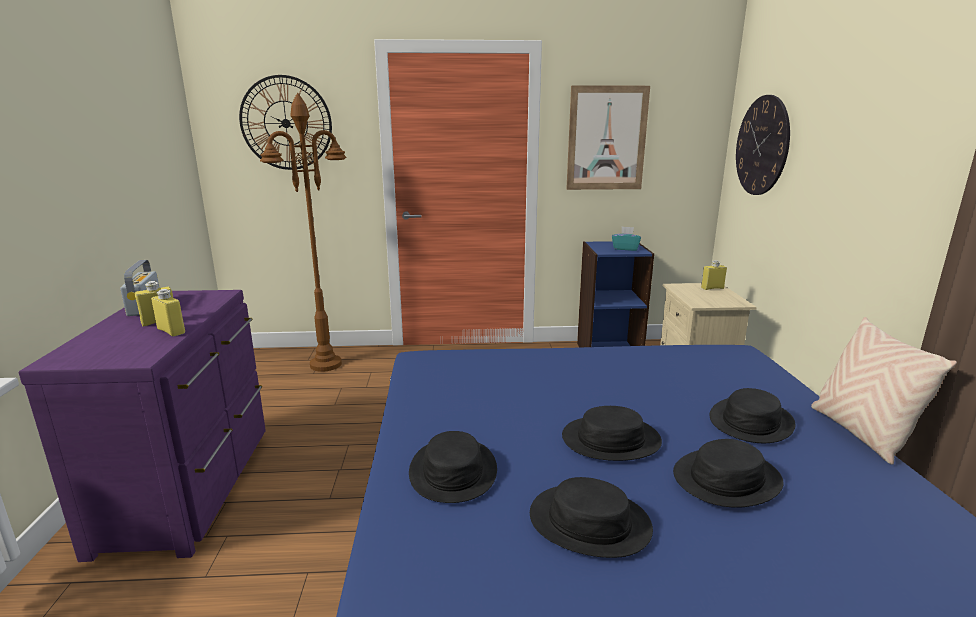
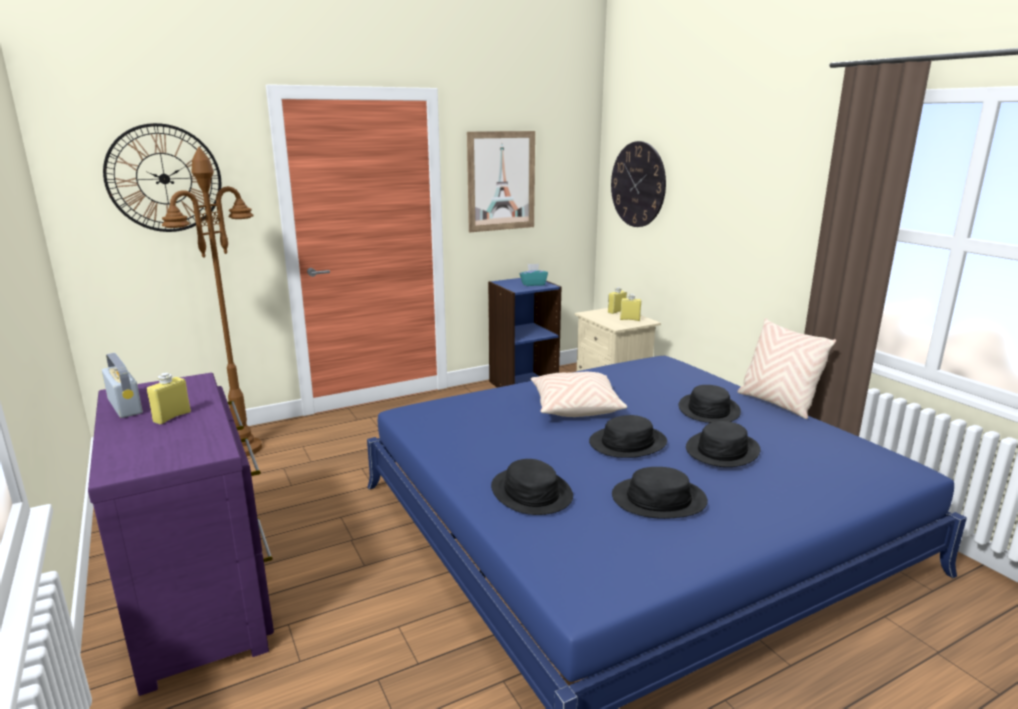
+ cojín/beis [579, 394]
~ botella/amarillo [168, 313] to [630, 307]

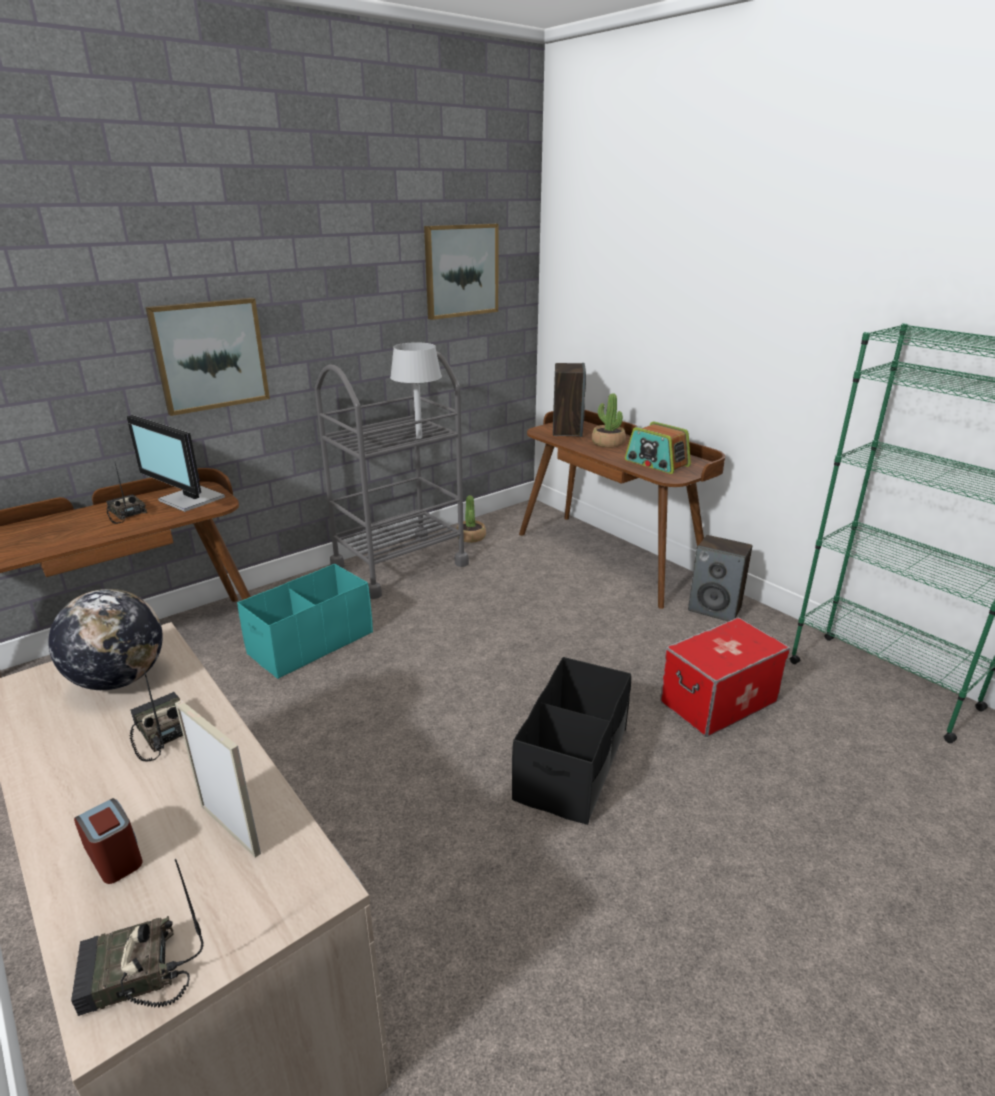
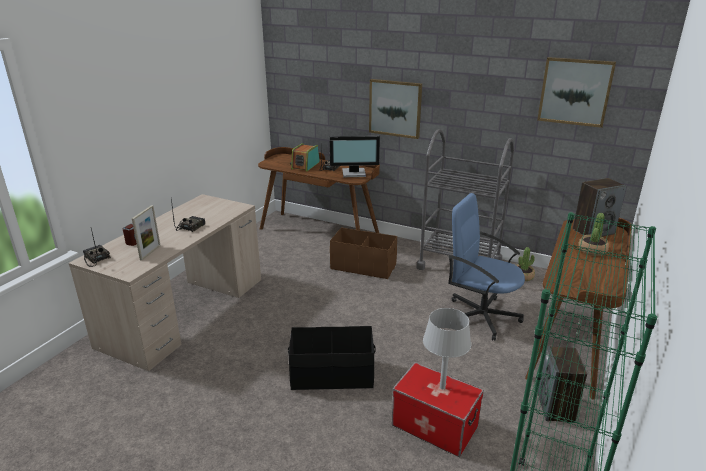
~ radio [658, 447] to [305, 157]
~ monitor [176, 463] = [354, 156] 105 degrees counterclockwise
~ caja de almacenaje/turquesa [305, 621] to caja de almacenaje/marrón [363, 253]
~ lámpara de mesa/gris [416, 390] to [447, 348]
+ silla de oficina/azul [486, 267]
- globo terráqueo [105, 639]

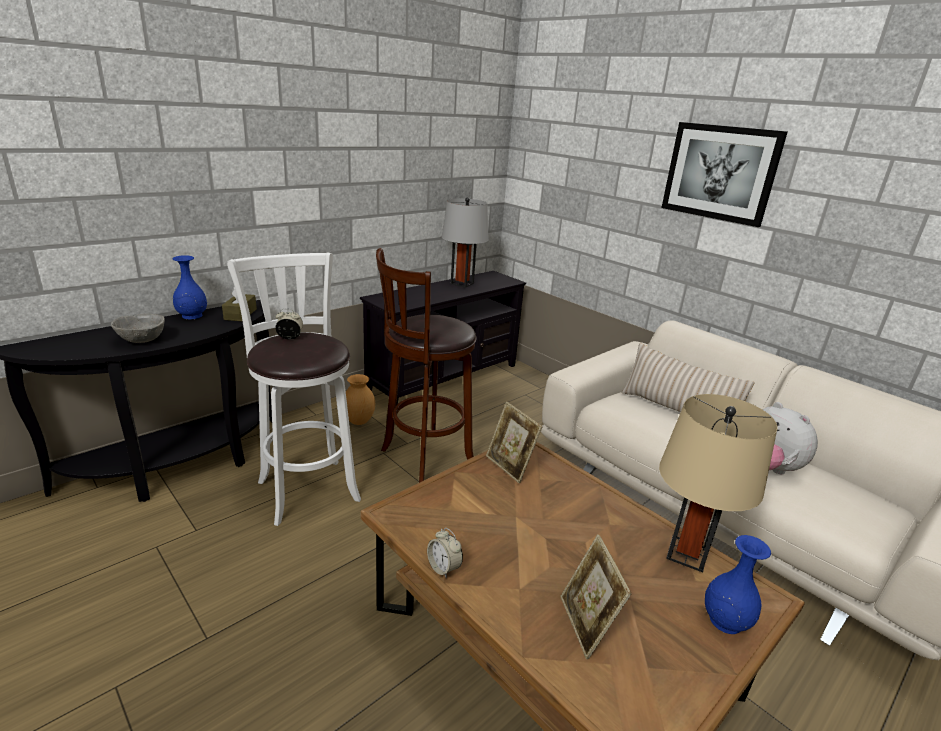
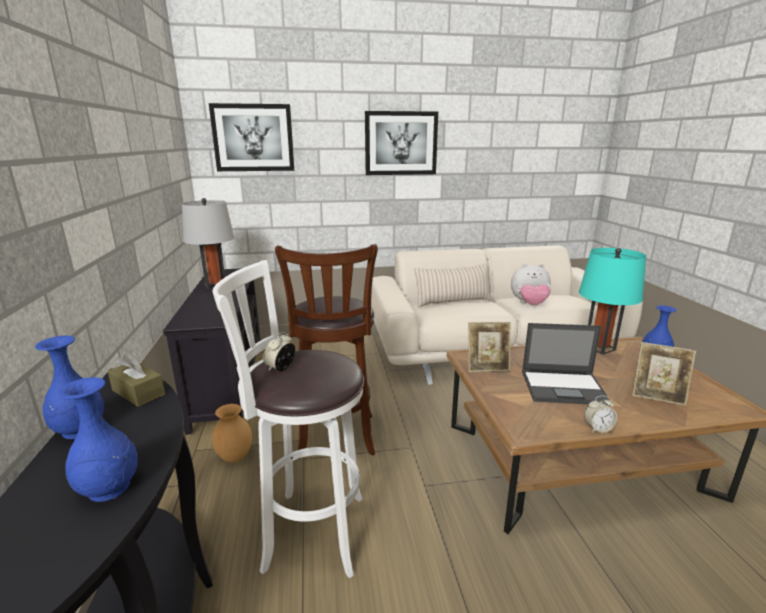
~ cuenco/gris [138, 328] to florero/azul [98, 439]
+ cuadro [251, 137]
+ portátil [566, 364]
~ lámpara de mesa/beis [718, 483] to lámpara de mesa/turquesa [612, 301]

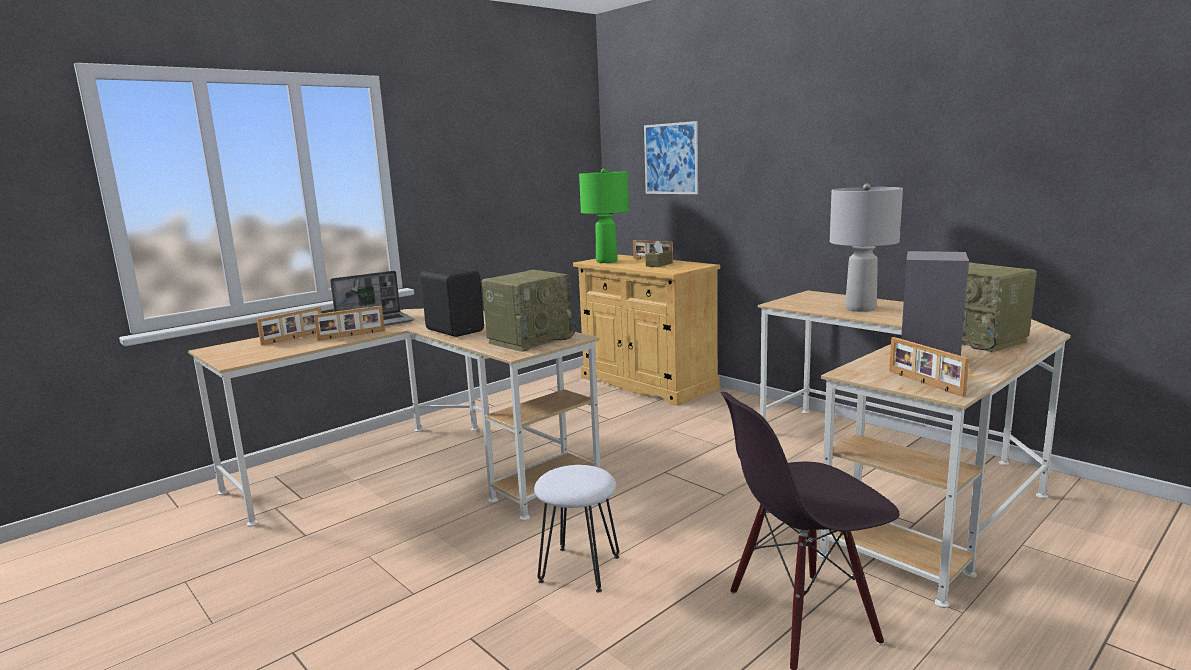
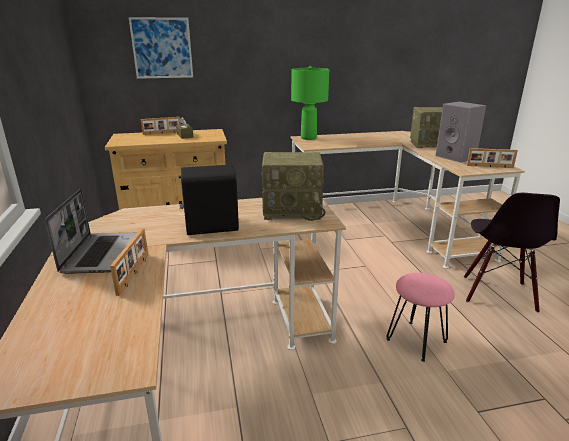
~ radio [529, 311] = [293, 186] 105 degrees clockwise
~ lámpara de mesa/verde [604, 216] to [310, 103]
~ taburete/blanco [576, 528] to taburete/rosa [420, 317]
- portarretratos [289, 326]
- lámpara de mesa/gris [866, 247]

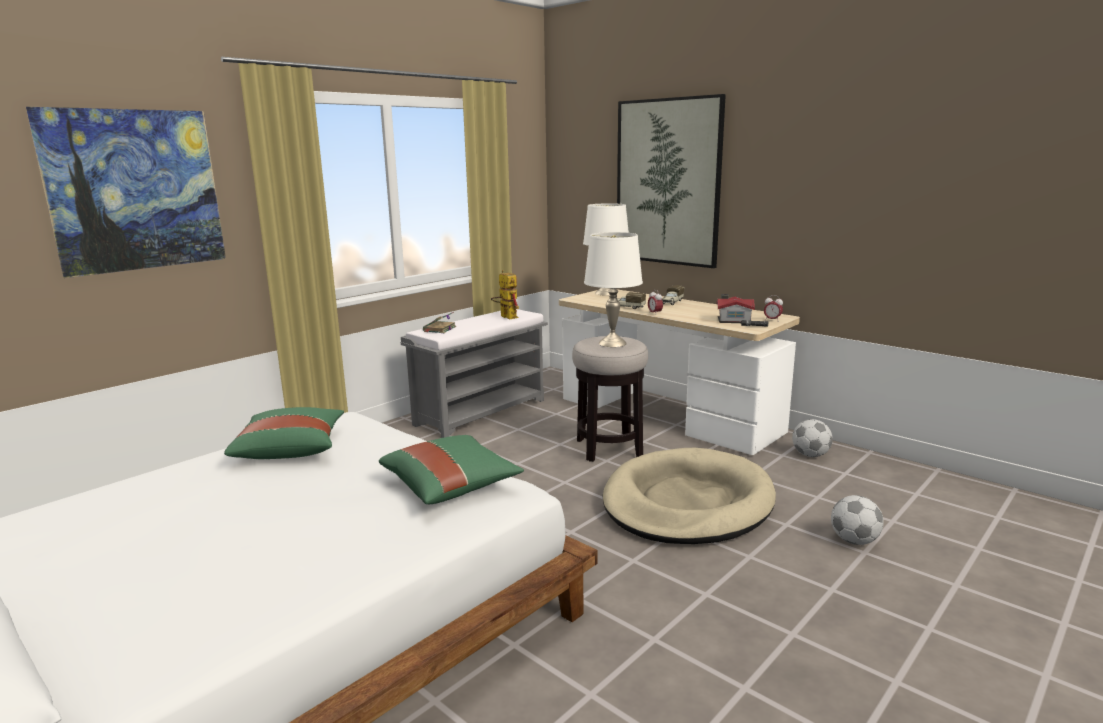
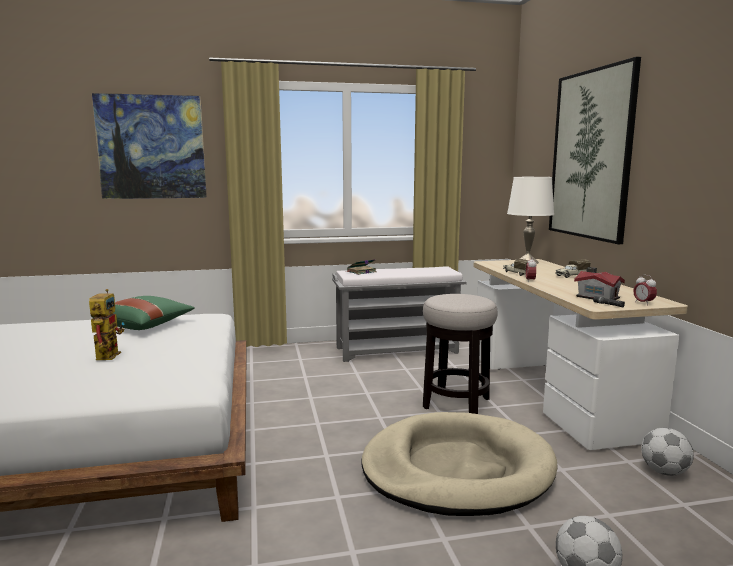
~ robot de juguete [505, 295] to [107, 324]
- cojín/verde [451, 469]
- lámpara de mesa/blanco [613, 289]

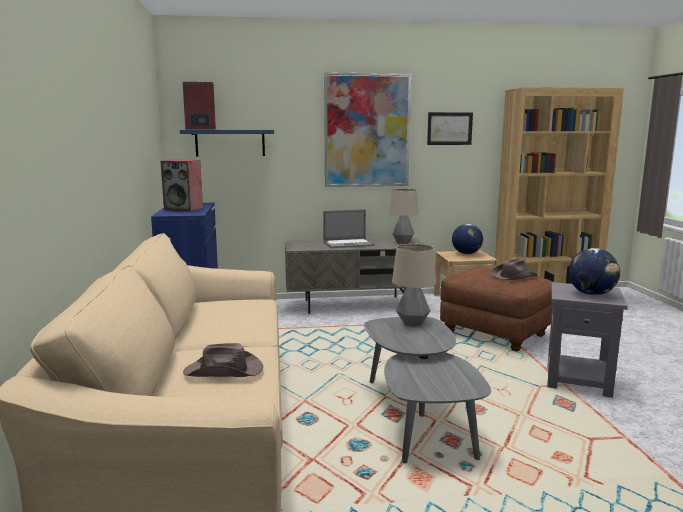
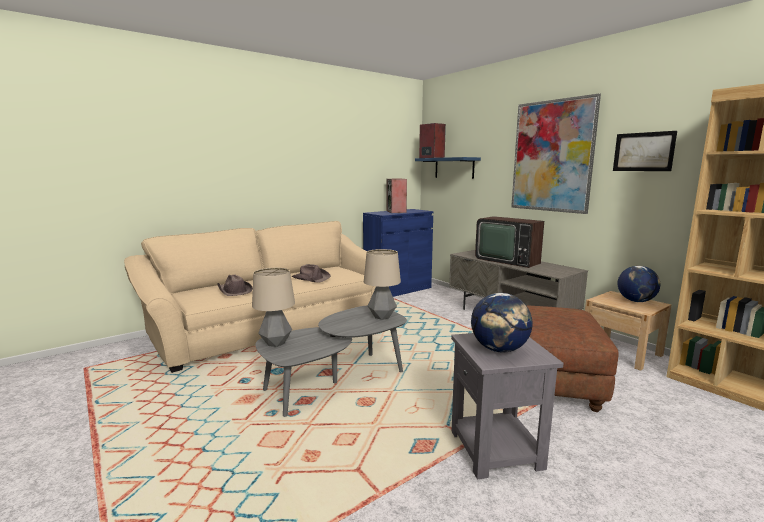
~ lámpara de mesa [404, 216] to [273, 307]
~ sombrero/marrón [514, 269] to [311, 273]
~ portátil [349, 229] to televisor [509, 242]

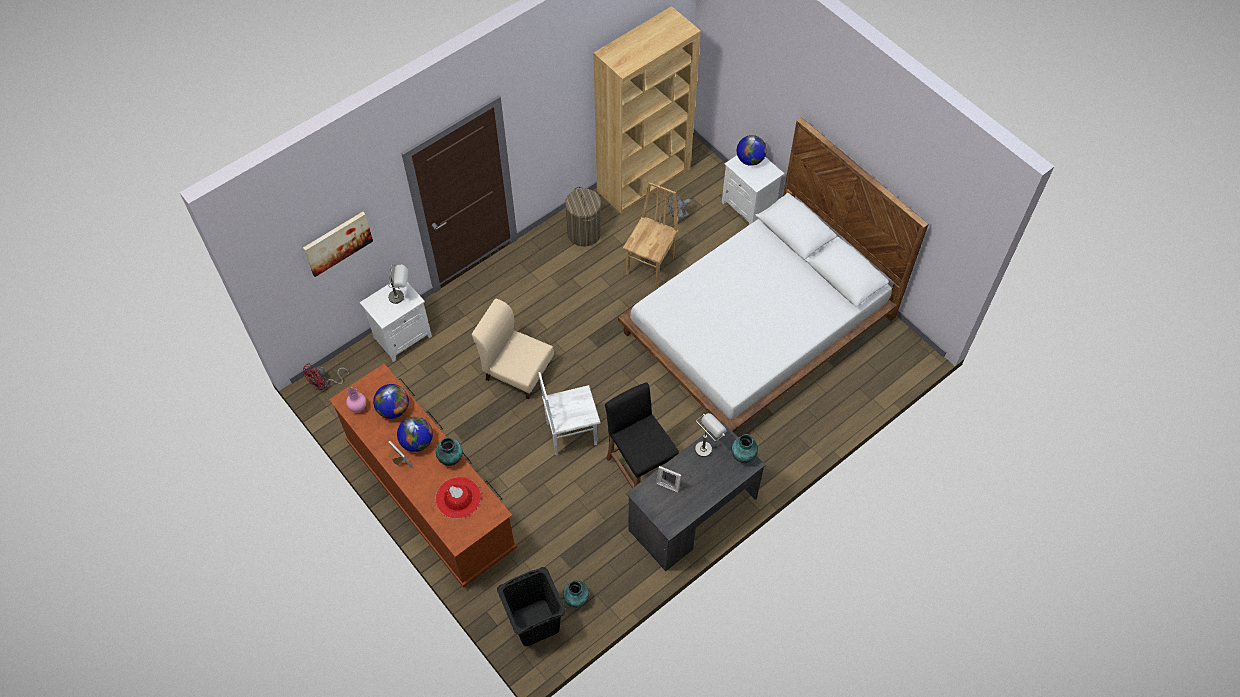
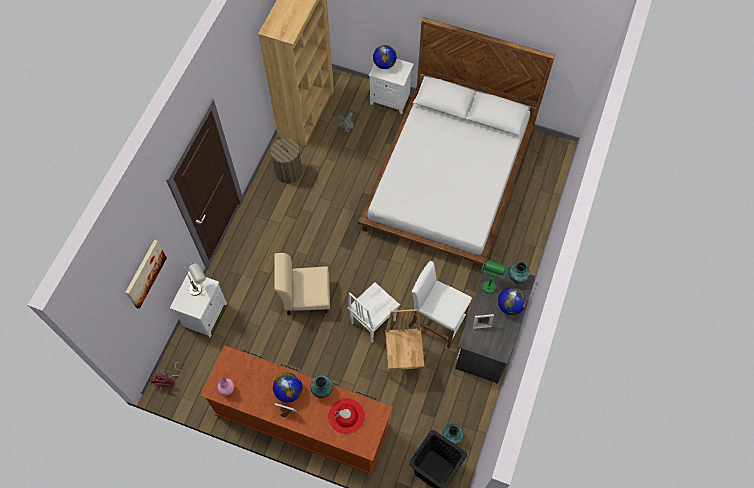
~ silla/marrón [651, 234] to [405, 344]
~ taburete/negro [642, 435] to taburete/blanco [440, 305]
~ lámpara de mesa/gris [711, 435] to lámpara de mesa/verde [494, 276]
~ globo terráqueo [391, 401] to [512, 301]

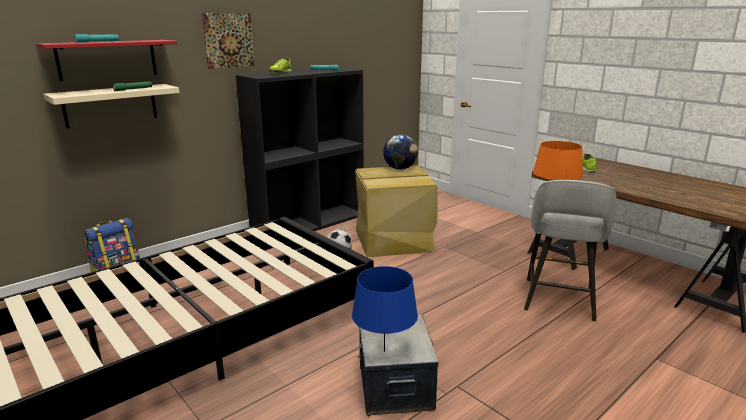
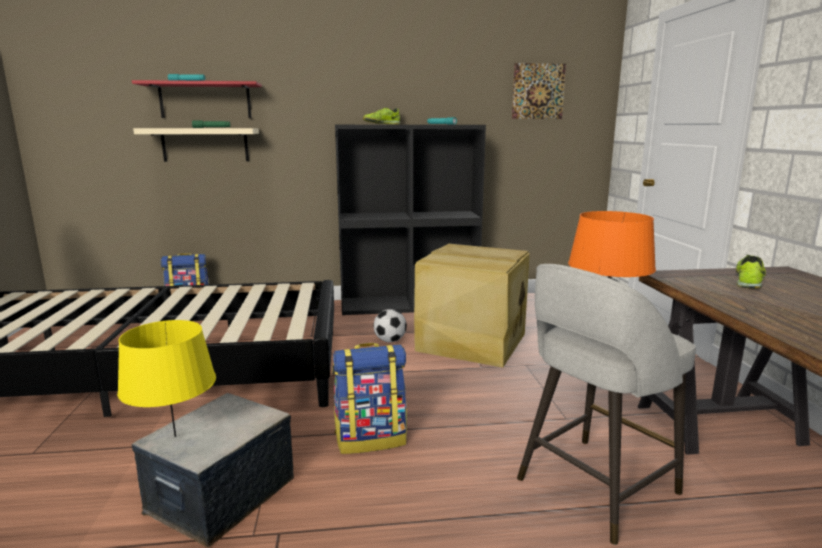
~ lámpara de mesa/azul [385, 309] to lámpara de mesa/amarillo [166, 378]
+ mochila [369, 398]
~ cuadro [228, 41] to [539, 91]
- globo terráqueo [400, 151]

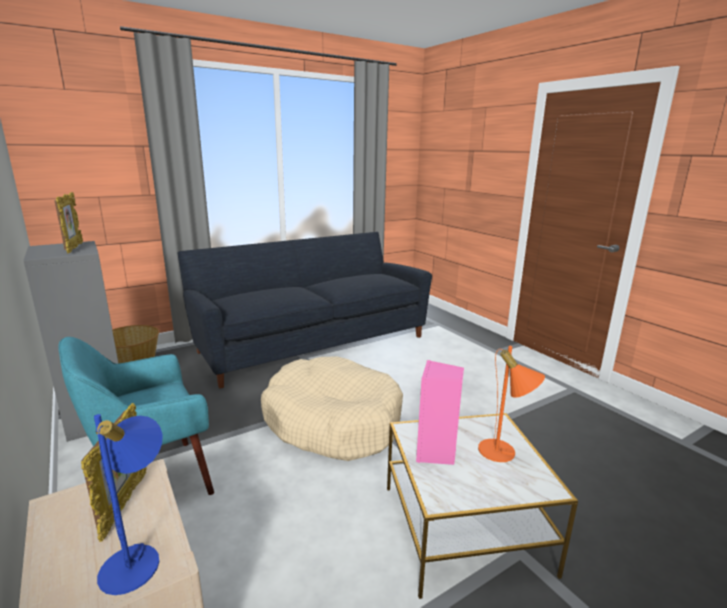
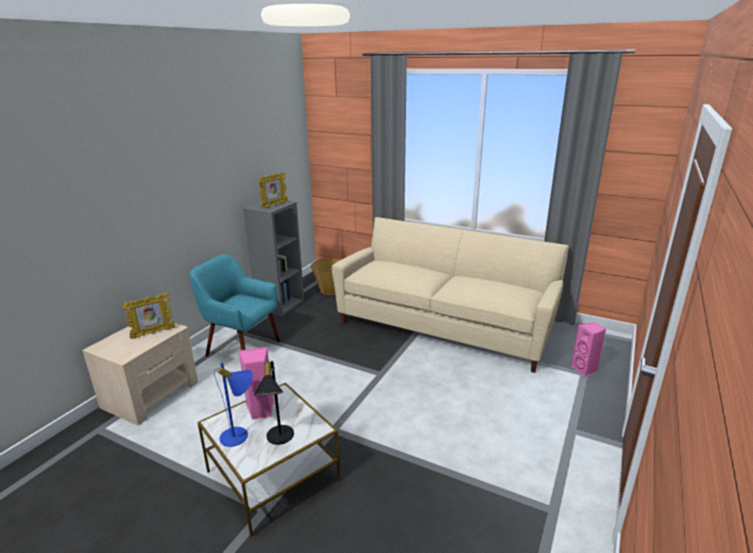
~ lámpara de mesa/azul [128, 504] to [233, 404]
~ lámpara de mesa/naranja [511, 404] to lámpara de mesa/negro [274, 402]
~ sofá/negro [304, 310] to sofá/beis [450, 295]
+ altavoz/rosa [588, 349]
- cama para perro/beis [332, 409]

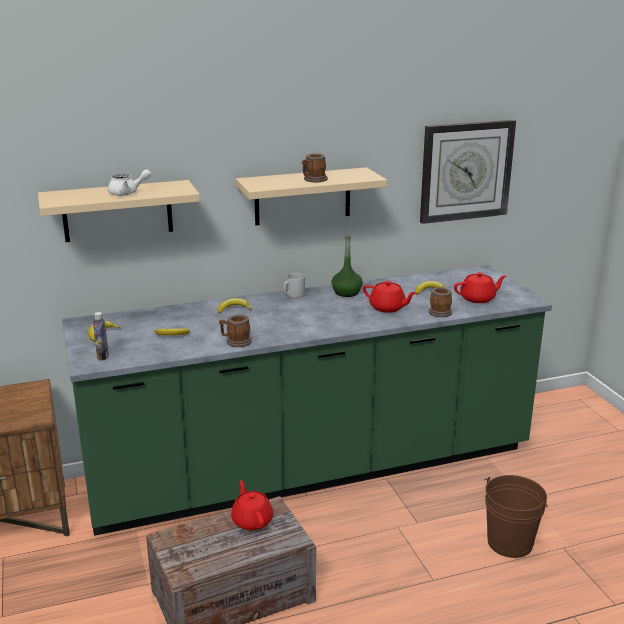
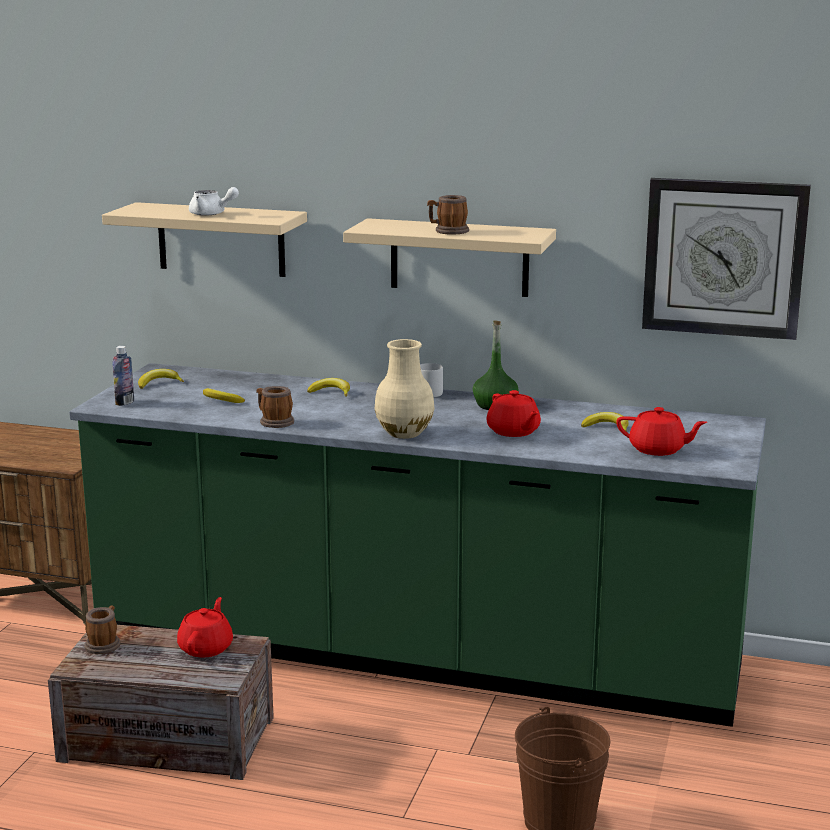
~ taza grande [440, 302] to [102, 629]
+ florero/beis [404, 389]

